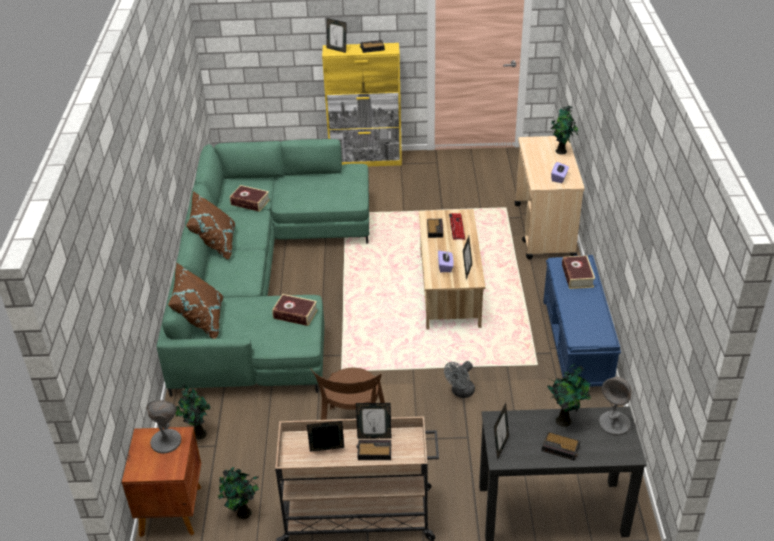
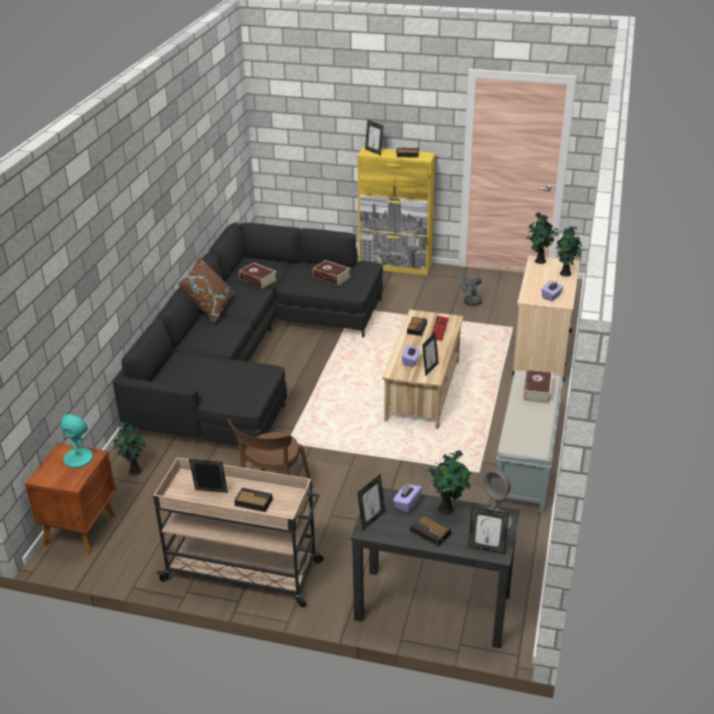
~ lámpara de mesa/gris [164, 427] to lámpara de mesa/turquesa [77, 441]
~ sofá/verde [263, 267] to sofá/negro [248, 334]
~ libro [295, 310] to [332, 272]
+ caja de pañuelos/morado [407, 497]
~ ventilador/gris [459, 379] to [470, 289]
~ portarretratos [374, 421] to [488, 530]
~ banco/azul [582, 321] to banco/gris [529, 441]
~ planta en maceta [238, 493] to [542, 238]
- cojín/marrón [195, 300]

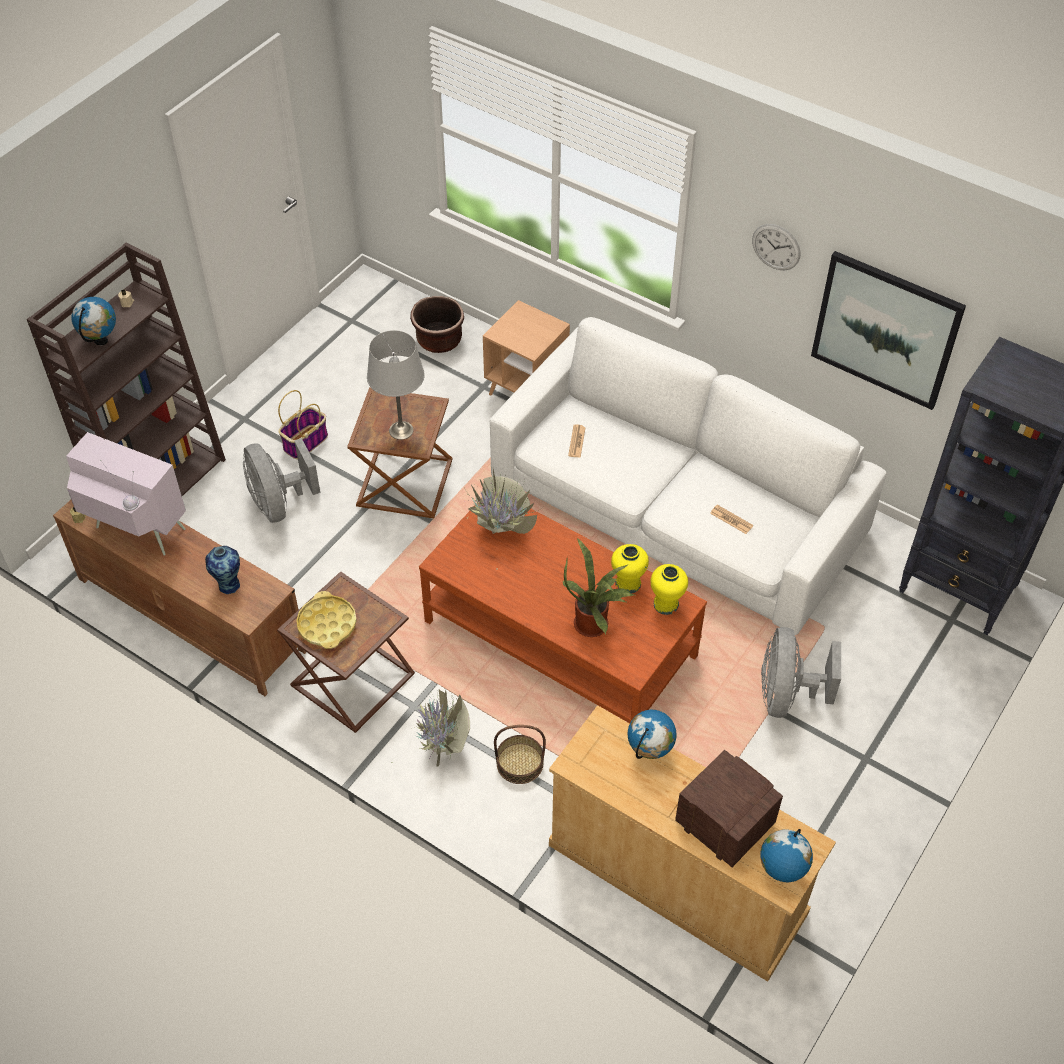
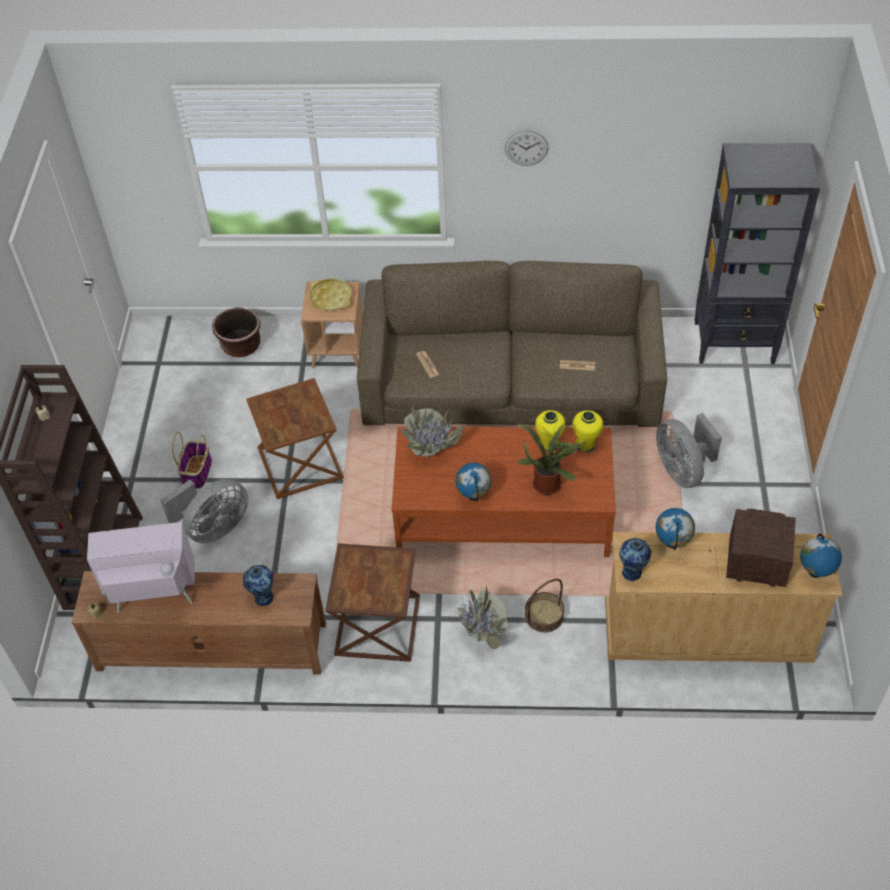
~ ventilador/gris [281, 480] = [204, 511] 75 degrees counterclockwise
~ bandeja/amarillo [326, 620] to [330, 295]
~ sofá/blanco [688, 476] to sofá/marrón [512, 344]
~ globo terráqueo [93, 321] to [473, 482]
+ florero [635, 559]
- lámpara de mesa/gris [396, 385]
- cuadro [888, 330]

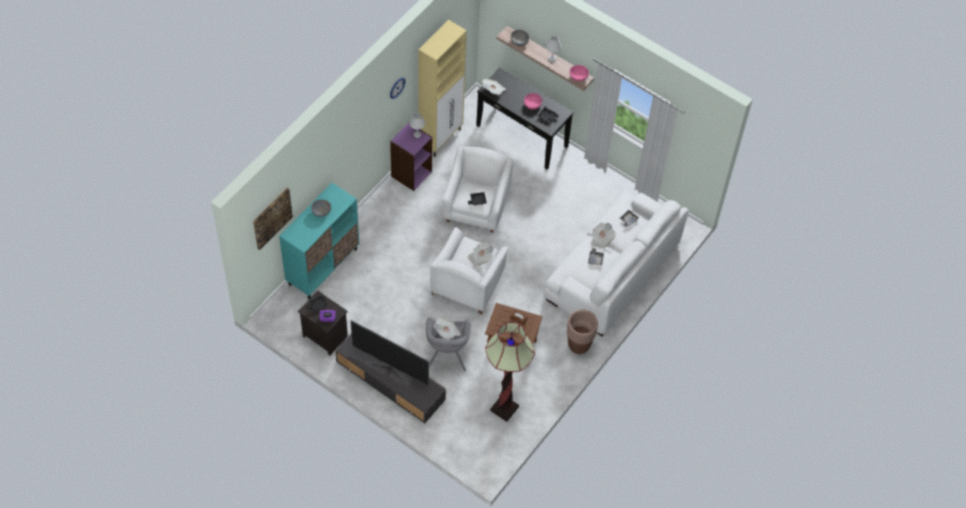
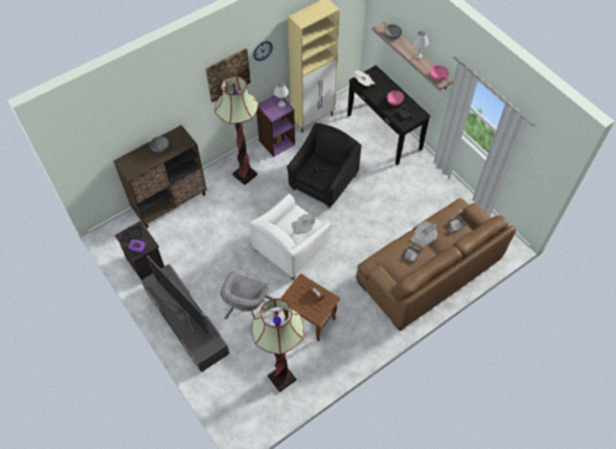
~ armario/turquesa [319, 241] to armario/marrón [160, 176]
~ cuadro [273, 219] to [228, 75]
+ lámpara de pie [236, 130]
~ sillón/blanco [477, 189] to sillón/negro [324, 166]
~ sofá/blanco [616, 263] to sofá/marrón [436, 264]
- periódico [447, 328]
- maceta/marrón [582, 332]

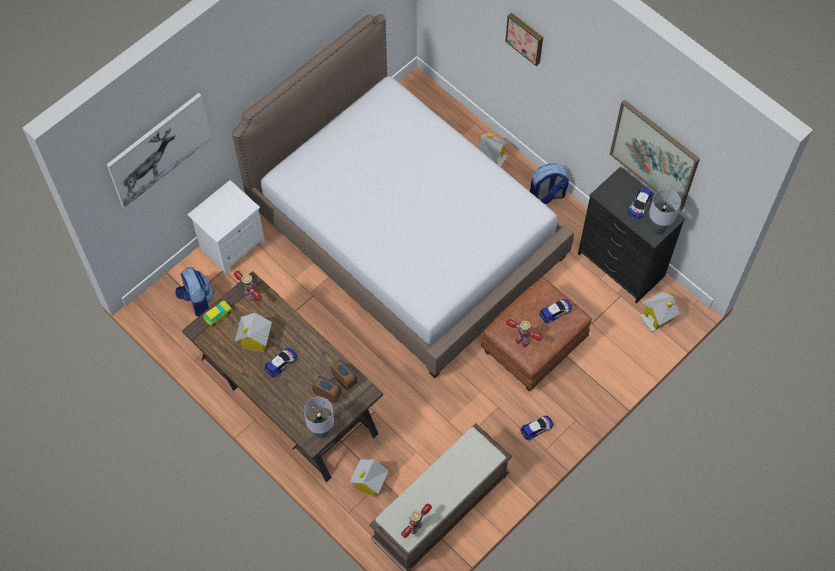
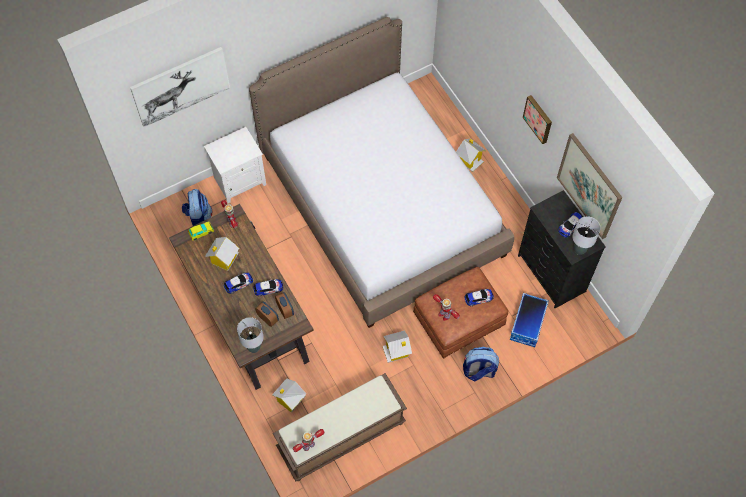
~ coche de juguete [536, 428] to [268, 288]
~ casita [659, 312] to [397, 347]
~ mochila [549, 183] to [481, 364]
+ caja de almacenaje [529, 320]
~ cuadro [524, 39] to [537, 119]

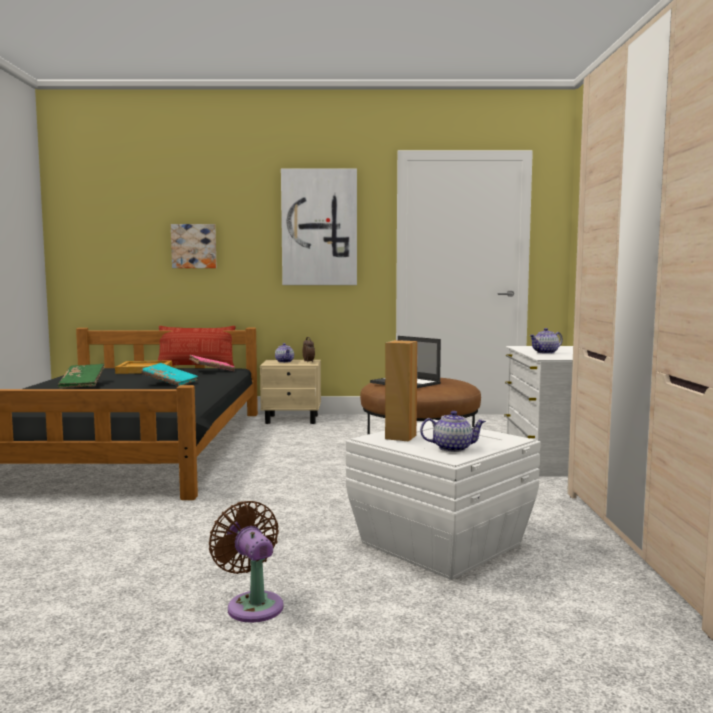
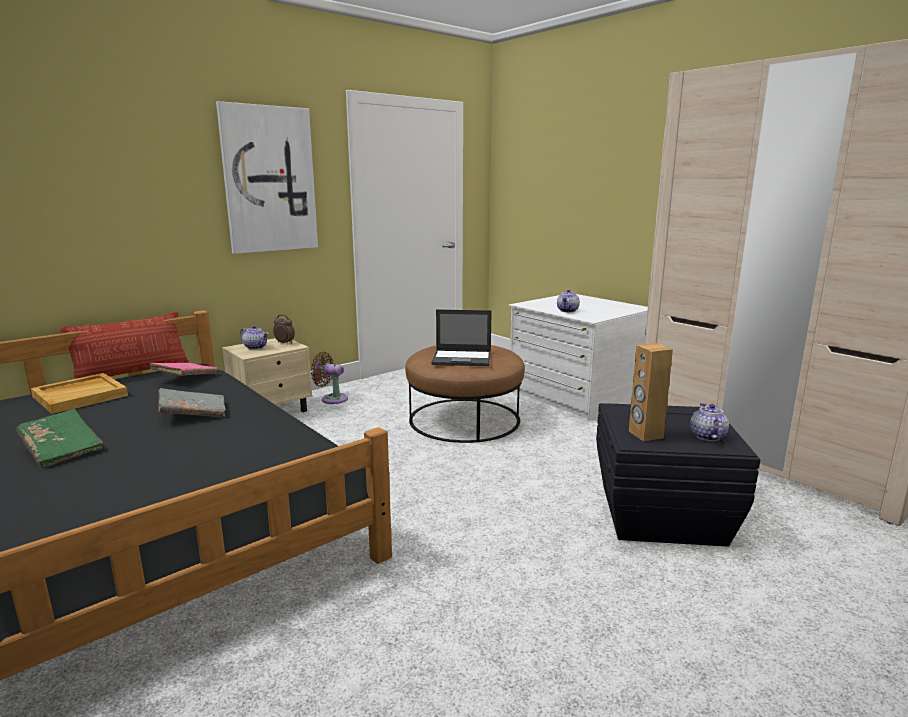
~ libro/turquesa [169, 374] to libro/gris [192, 403]
~ ventilador/marrón [246, 562] to [329, 378]
~ caja de almacenaje/blanco [443, 499] to caja de almacenaje/negro [678, 475]
~ tetera [453, 431] = [710, 422] 45 degrees counterclockwise
- cuadro [194, 246]

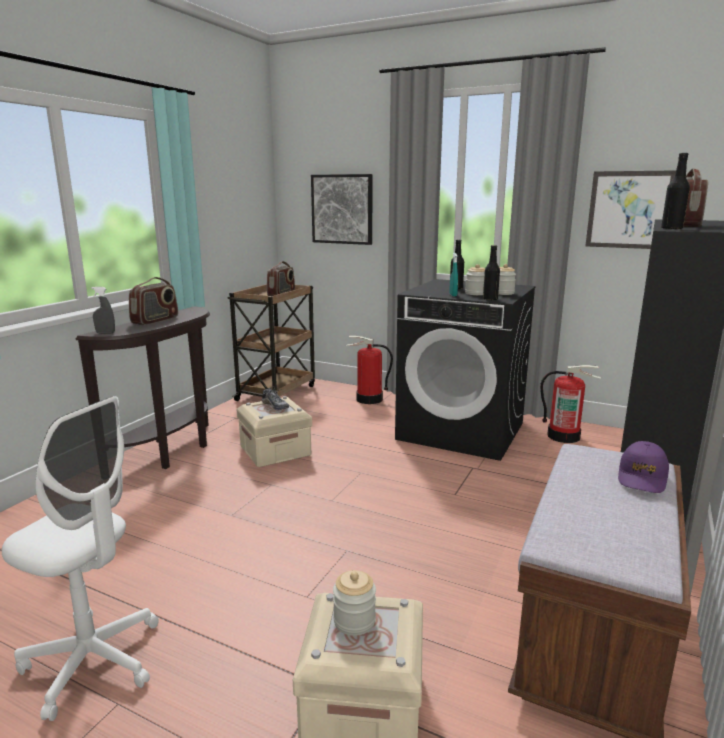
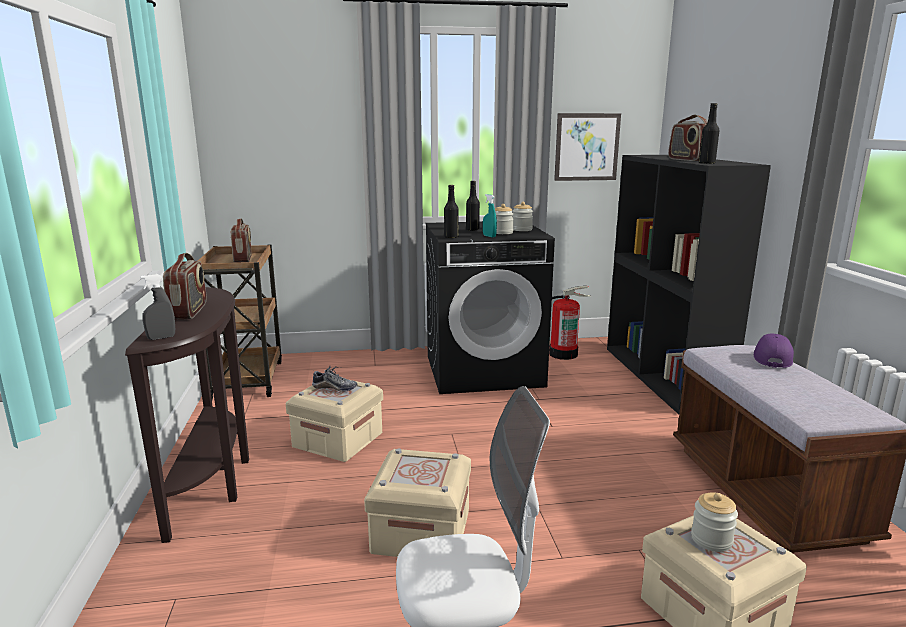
+ caja de almacenaje/beis [417, 502]
~ botella/negro [491, 272] to [451, 211]
~ gorra/morado [643, 467] = [774, 350] 150 degrees counterclockwise
- cuadro [342, 209]
- extintor [369, 370]

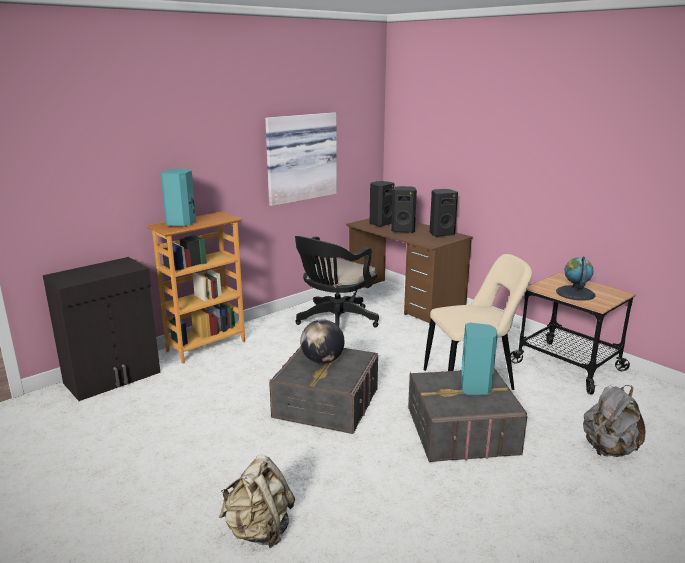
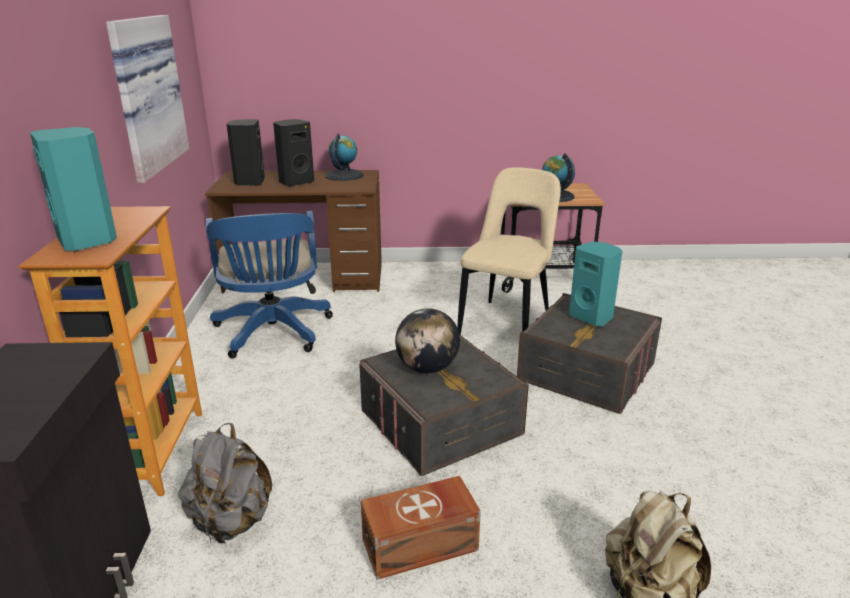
~ mochila/gris [614, 421] to [225, 483]
~ silla de oficina/negro [337, 282] to silla de oficina/azul [269, 284]
~ altavoz/negro [444, 213] to globo terráqueo [344, 157]
+ caja de almacenaje/marrón [421, 528]

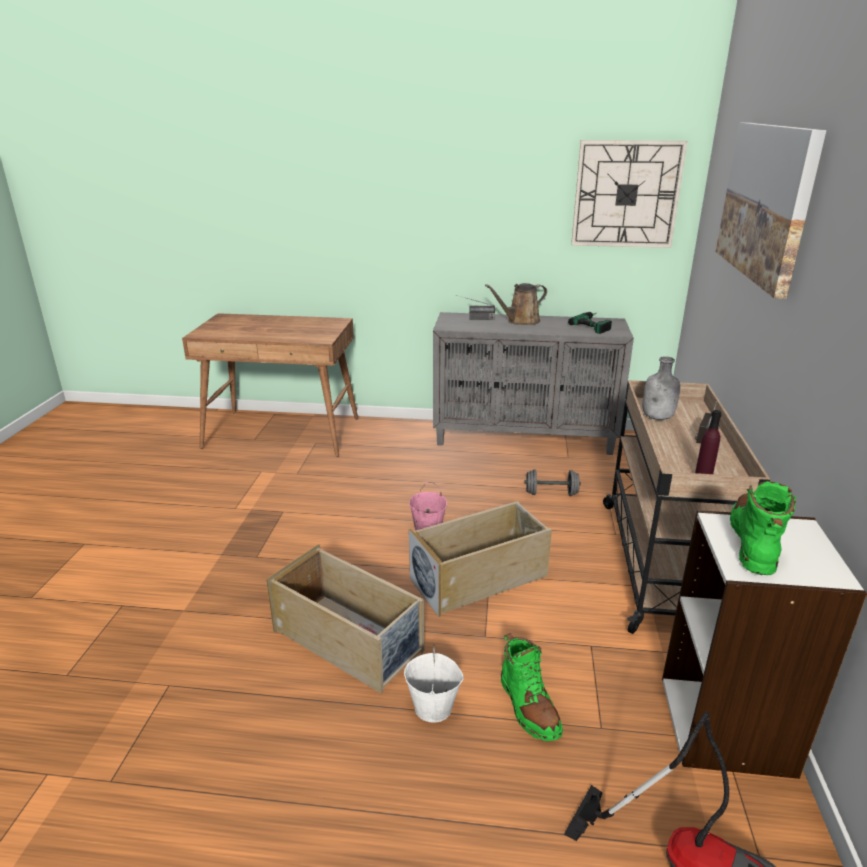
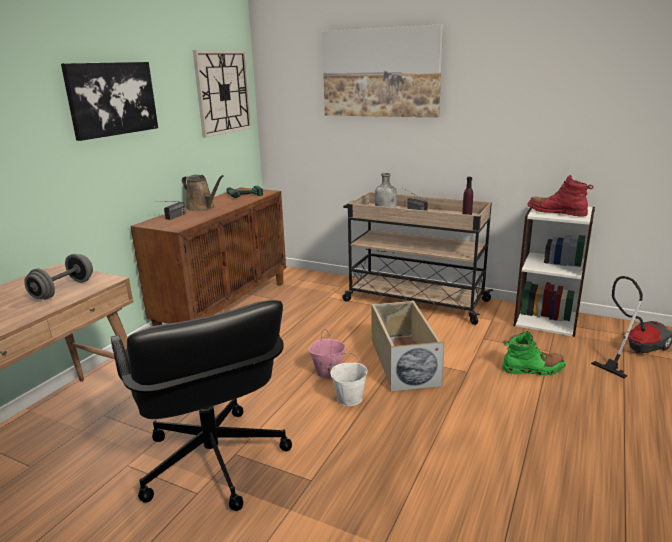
~ mancuerna/gris [553, 482] to [58, 276]
+ cuadro [109, 101]
+ silla de oficina/negro [201, 405]
~ armario/gris [533, 383] to armario/marrón [208, 256]
~ regadera/marrón [516, 304] = [203, 193] 45 degrees counterclockwise
~ cubo/blanco [434, 684] to [348, 379]
~ bota/verde [763, 528] to bota/rojo [560, 196]
- caja de almacenaje/beis [345, 618]

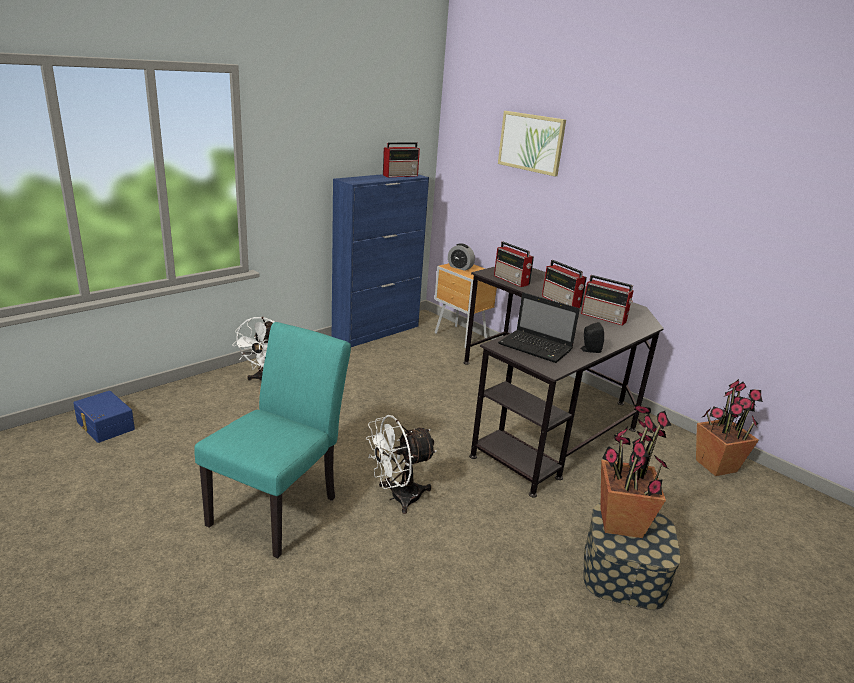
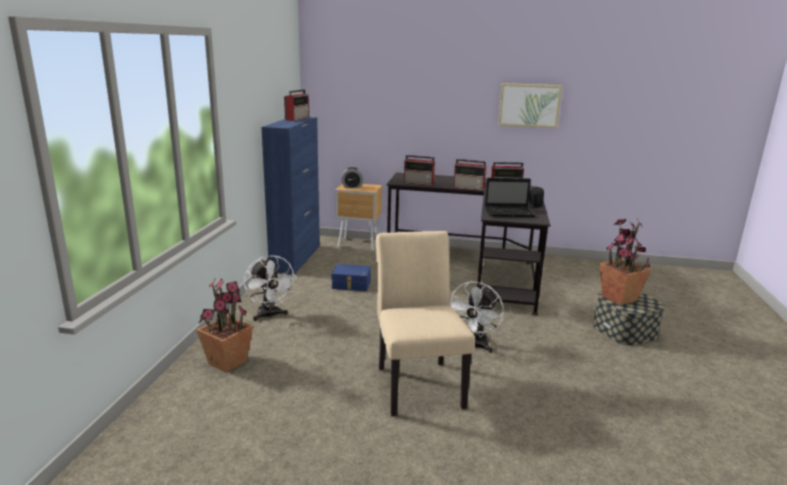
~ planta en maceta [729, 427] to [224, 325]
~ caja de almacenaje/azul [104, 417] to [351, 277]
~ silla/turquesa [272, 440] to silla/beis [425, 323]
~ cuadro [532, 144] to [530, 105]

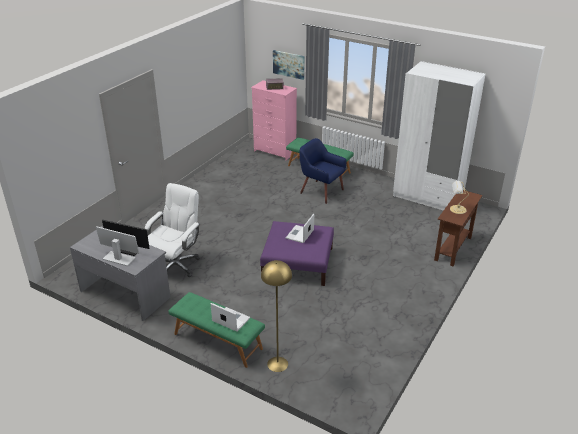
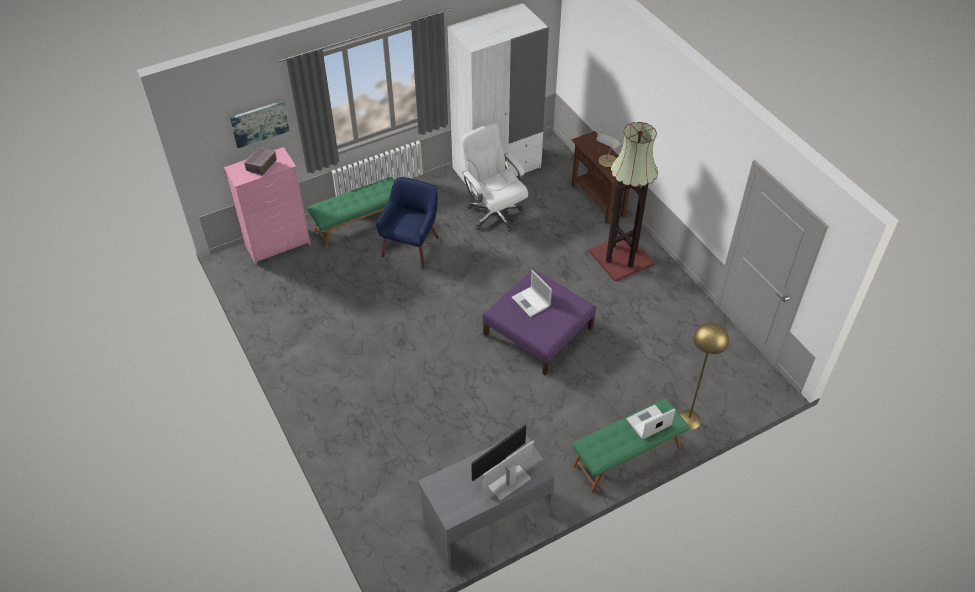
~ sillón/azul [323, 171] = [407, 222] 135 degrees clockwise
~ silla de oficina/blanco [172, 230] to [494, 177]
+ lámpara de pie [623, 201]

